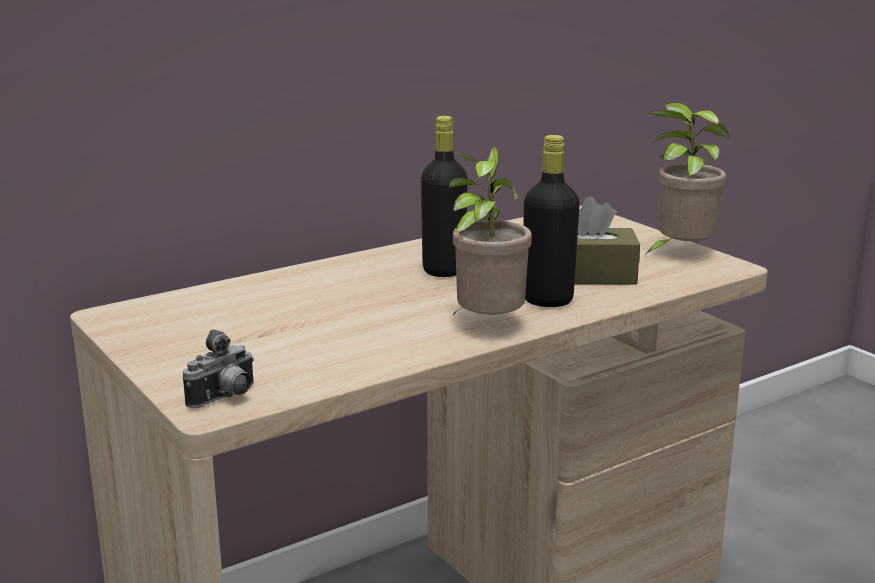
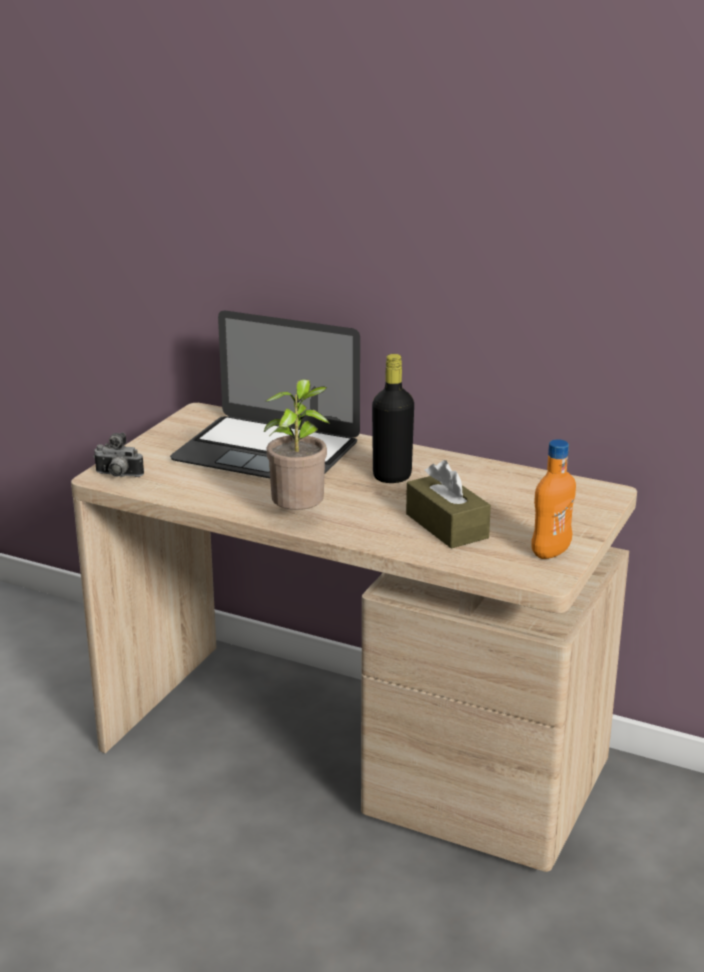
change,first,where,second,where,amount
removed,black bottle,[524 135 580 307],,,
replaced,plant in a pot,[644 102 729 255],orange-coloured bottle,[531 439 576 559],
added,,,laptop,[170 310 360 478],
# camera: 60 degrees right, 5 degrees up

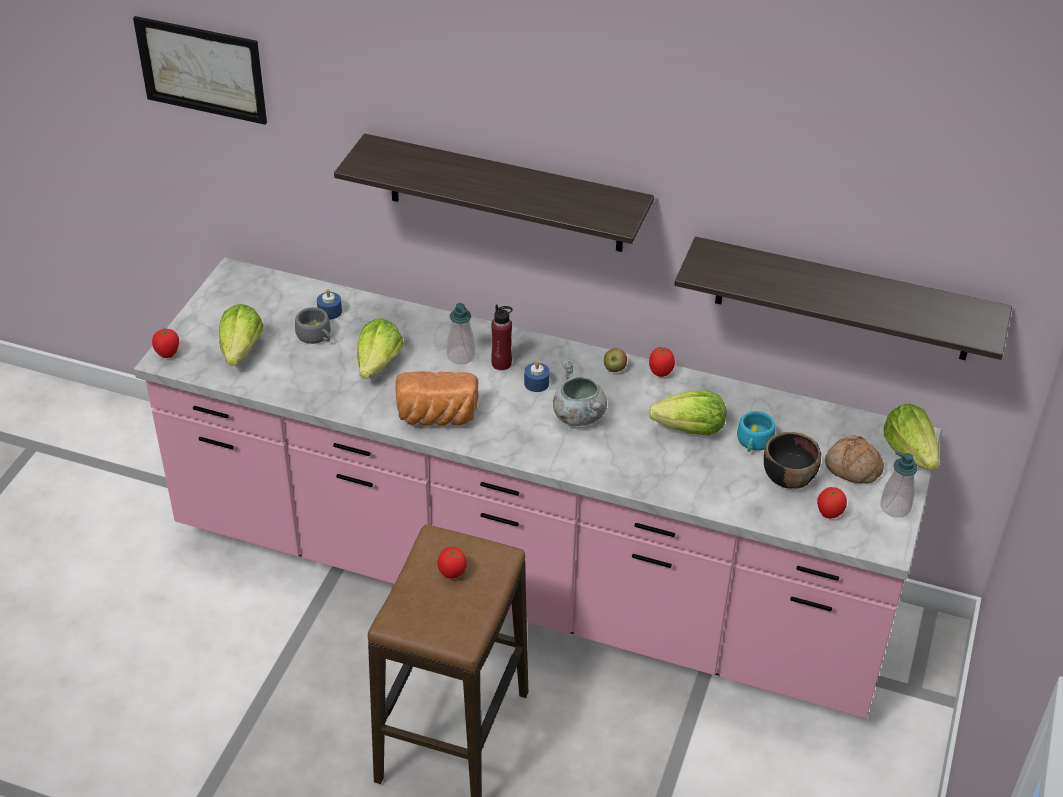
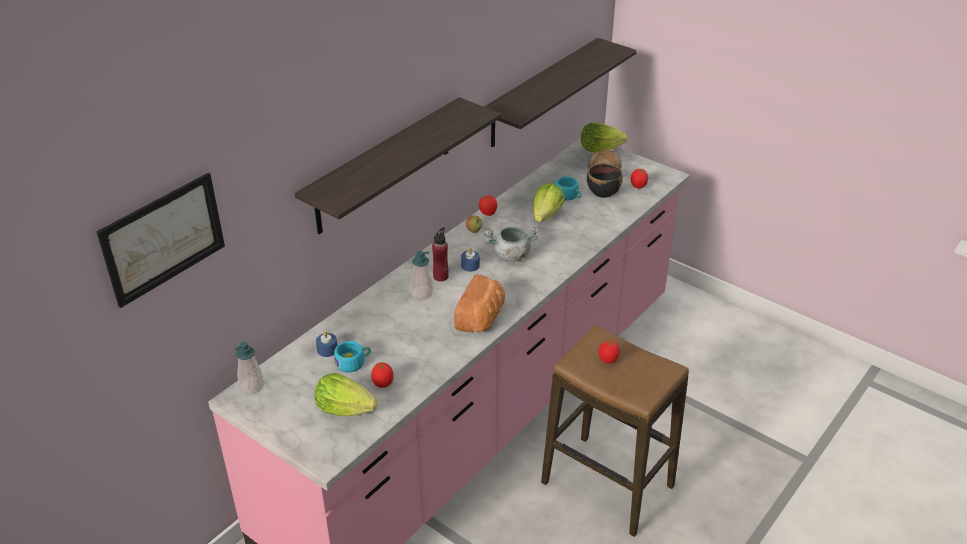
change,first,where,second,where,amount
moved,whole tomato,[152 329 179 358],,[371 362 394 388],
recoloured,greyish drinking cup,[295 307 331 344],blue-green drinking cup,[334 341 371 372],
removed,head of lettuce,[357 318 404 379],,,
moved,soap dispenser,[880 451 918 517],,[234 342 264 394],
# camera: 70 degrees left, 5 degrees down

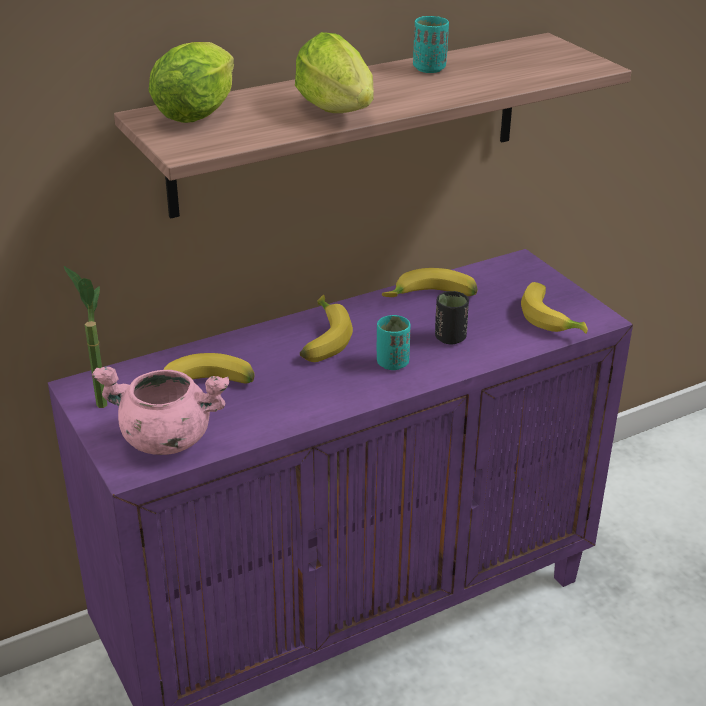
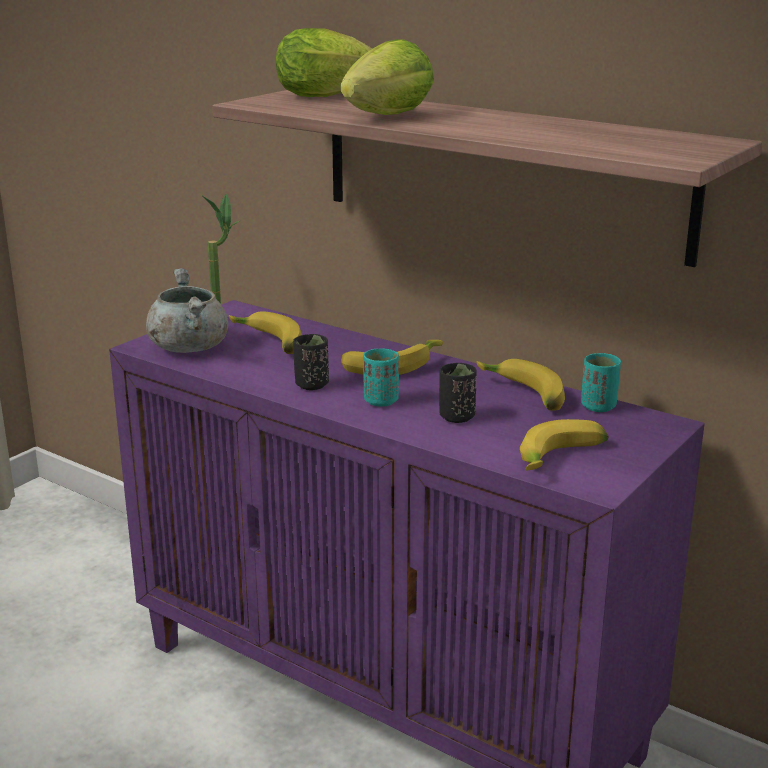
change,first,where,second,where,amount
recoloured,pinkish saucepot,[92 367 229 455],greyish saucepot,[146 268 228 353],
moved,blue-green drinking cup,[413 16 449 73],,[581 353 621 412],
added,,,black drinking cup,[293 334 329 390],
# camera: 65 degrees right, 10 degrees down

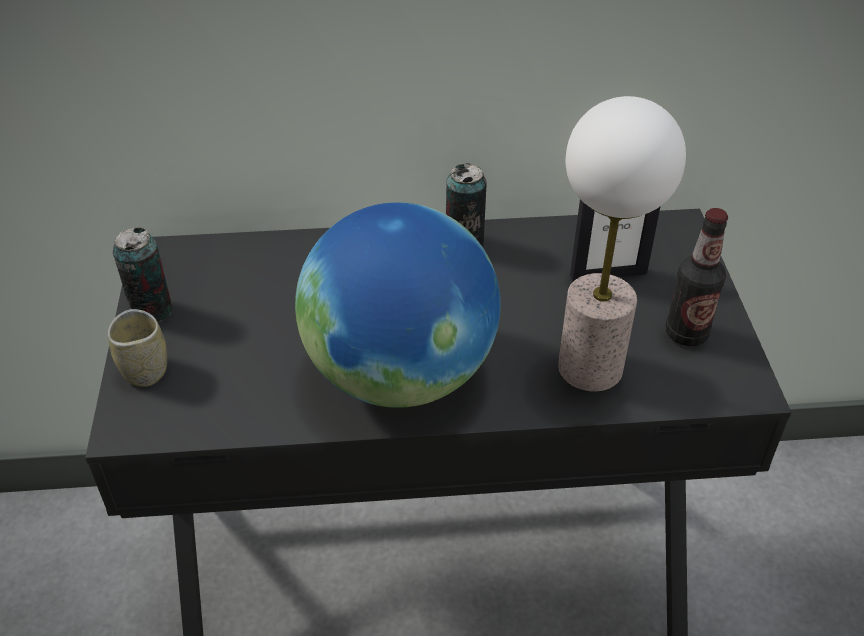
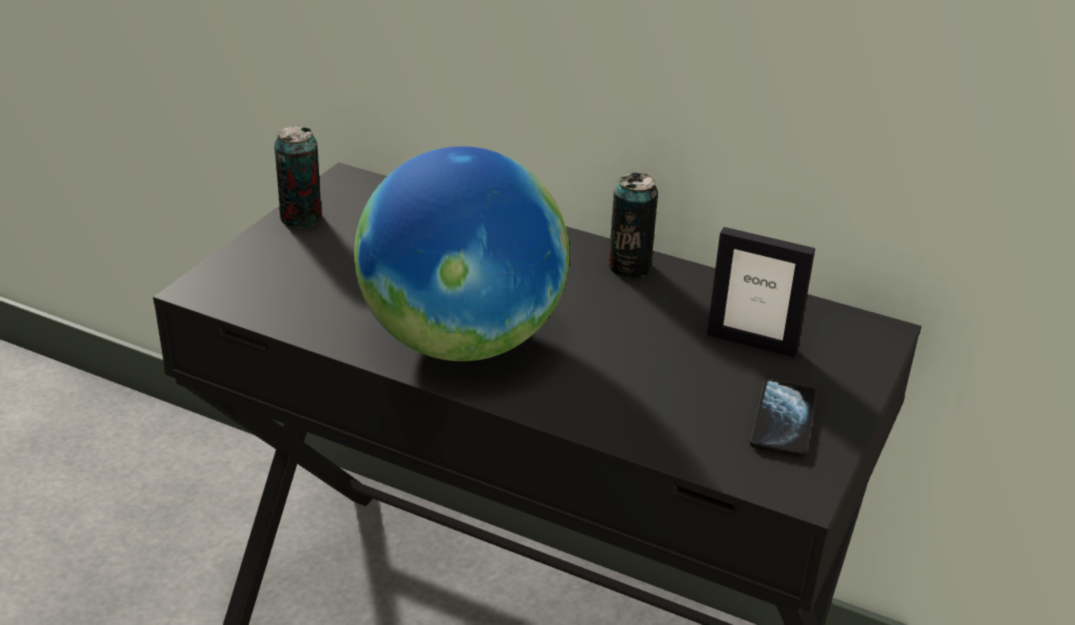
change,first,where,second,where,amount
removed,drinking cup,[108 309 167 387],,,
removed,table lamp,[558 96 686 392],,,
replaced,bottle,[666 208 728 346],handset,[750 379 816 457],
# camera: 30 degrees right, 10 degrees down

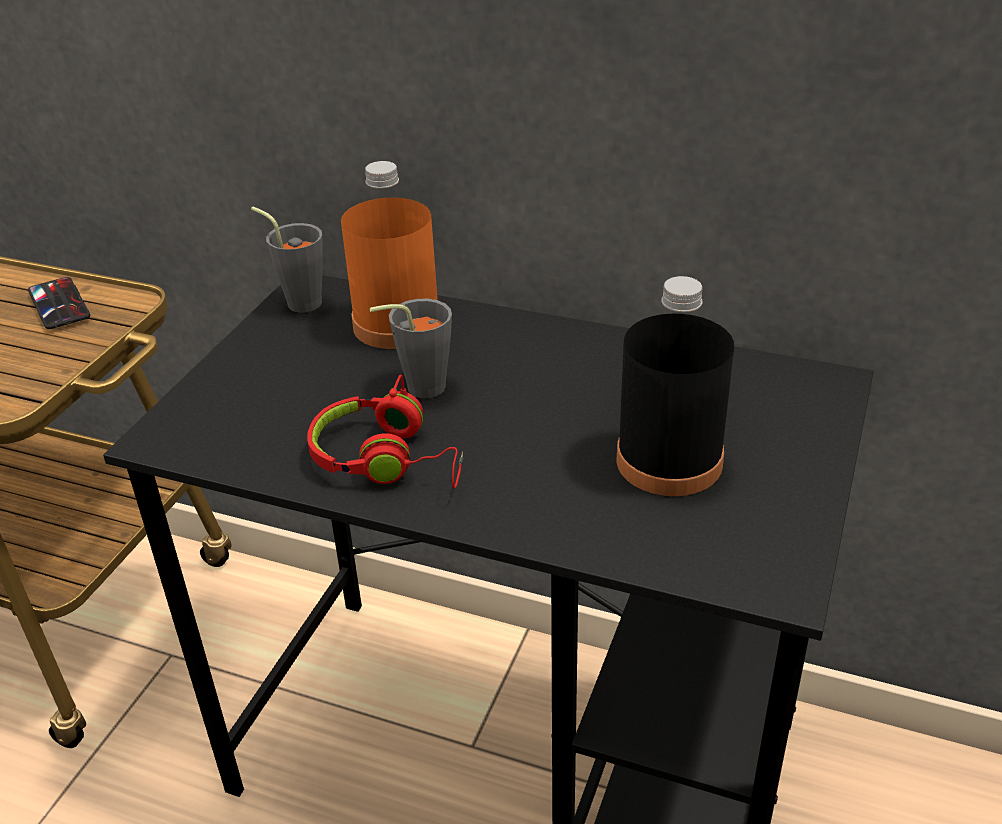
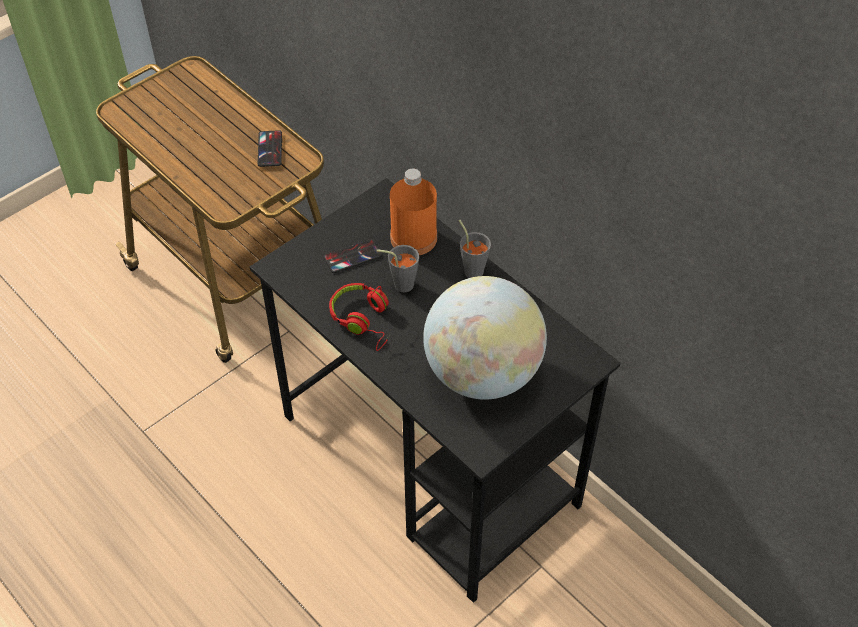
change,first,where,second,where,amount
moved,greyish drinking cup,[251 207 323 313],,[458 219 491 278],
replaced,black bottle,[616 276 734 496],world globe,[423 276 547 400],
added,,,handset,[324 239 382 273],
# camera: 25 degrees right, 15 degrees up

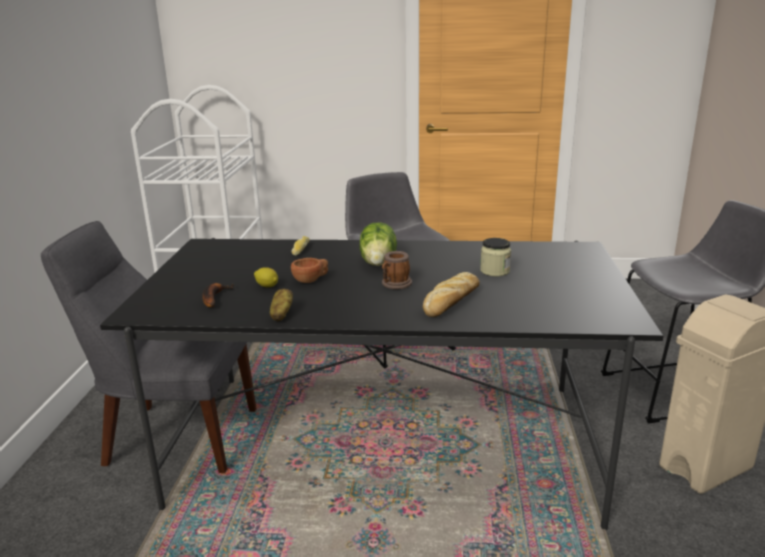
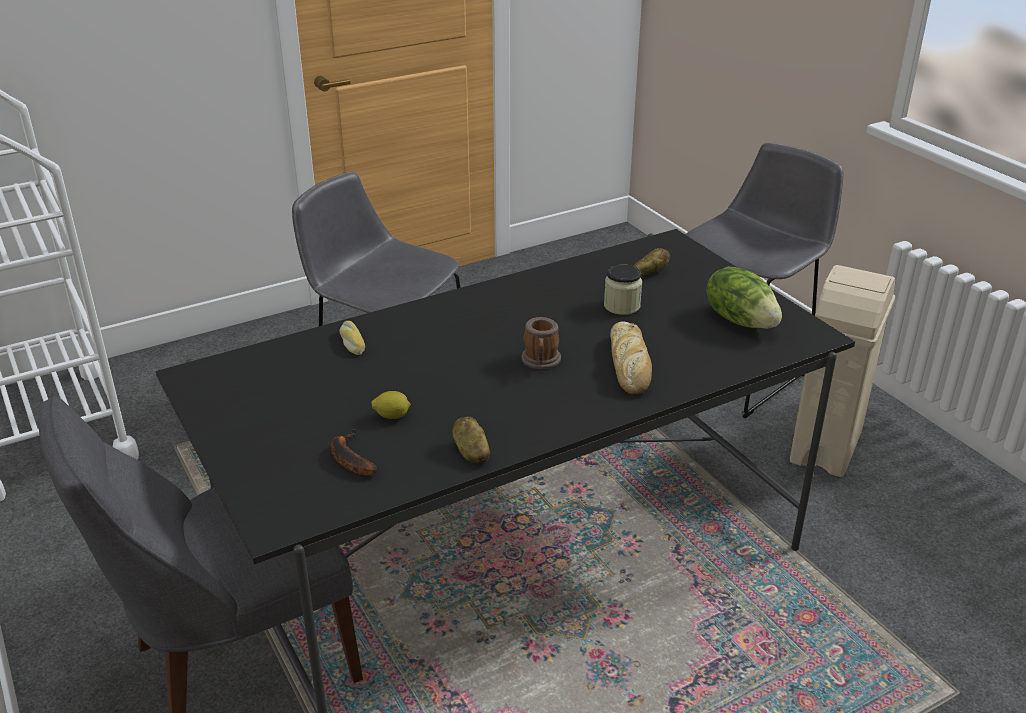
change,first,where,second,where,amount
removed,brown-coloured drinking cup,[291 258 328 283],,,
moved,head of lettuce,[360 222 397 266],,[706 267 782 329],
added,,,whole potato,[634 248 670 276],
# camera: 35 degrees left, 10 degrees up

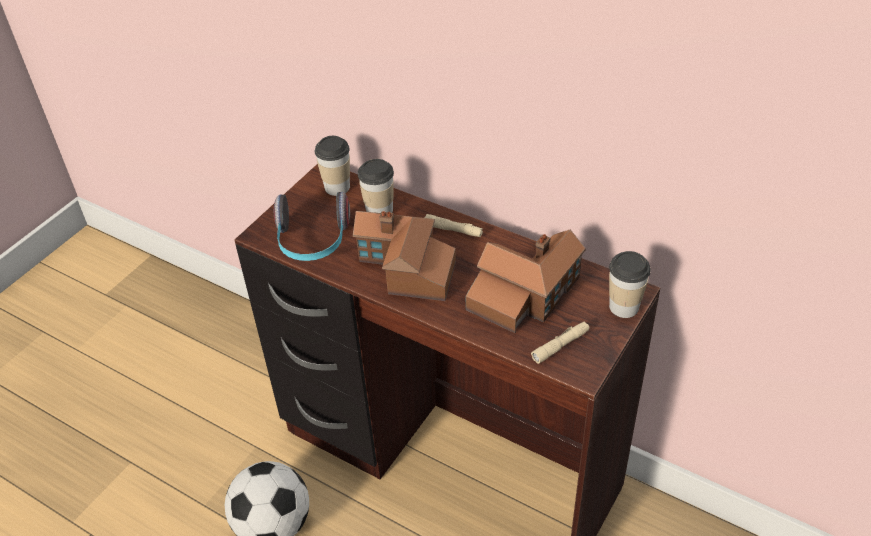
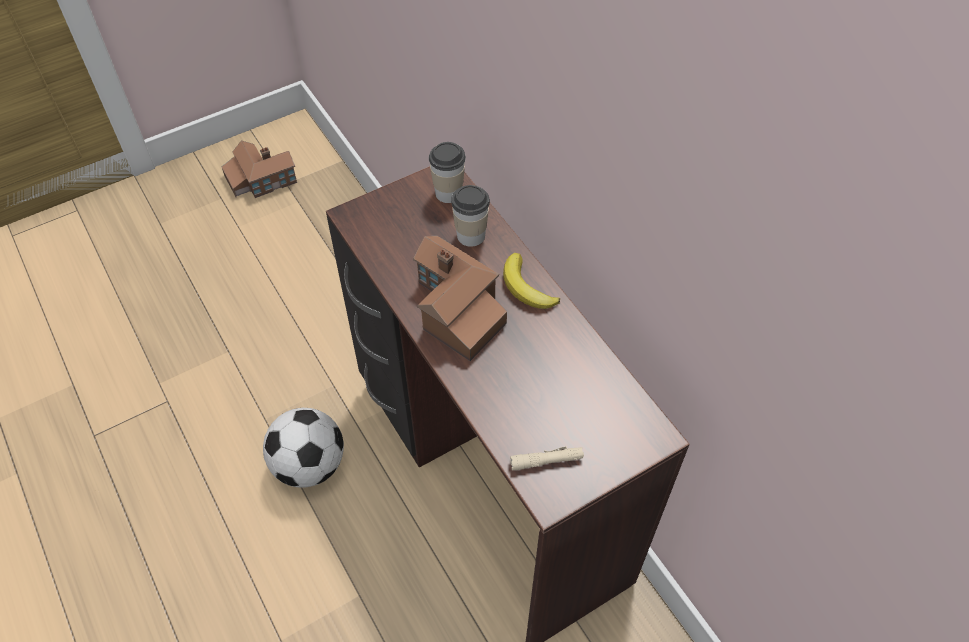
change,first,where,second,where,amount
removed,headset,[274 192 350 261],,,
replaced,beige flashlight,[425 214 483 237],banana,[503 253 560 309],
moved,toy house,[466 230 586 333],,[222 140 297 198],
removed,drinking cup,[609 251 651 318],,,
# camera: 25 degrees right, 10 degrees up

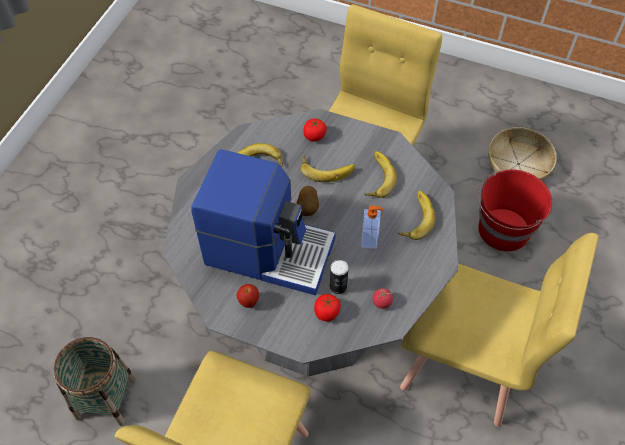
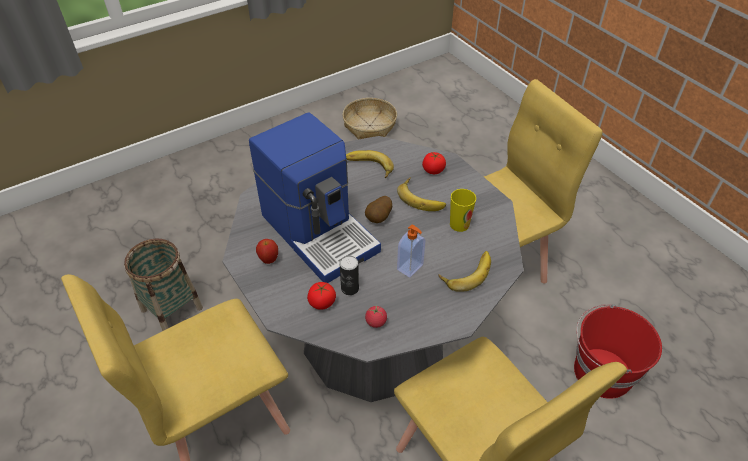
change,first,where,second,where,amount
replaced,banana,[365 151 397 198],drinking cup,[450 189 476 232],
moved,storage basket,[488 127 557 180],,[342 98 397 139],
# camera: 35 degrees right, 10 degrees down

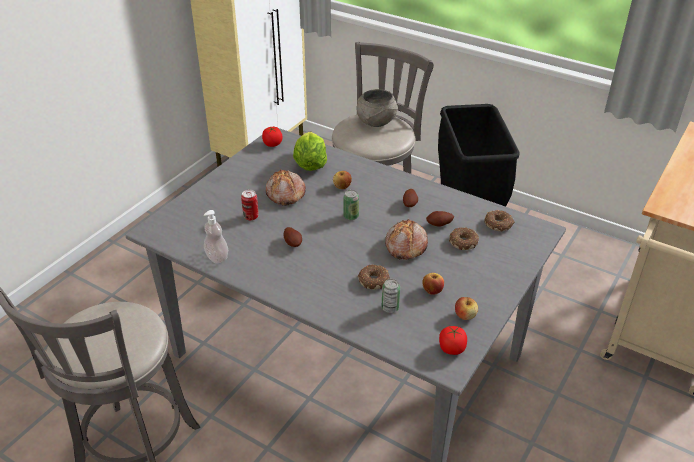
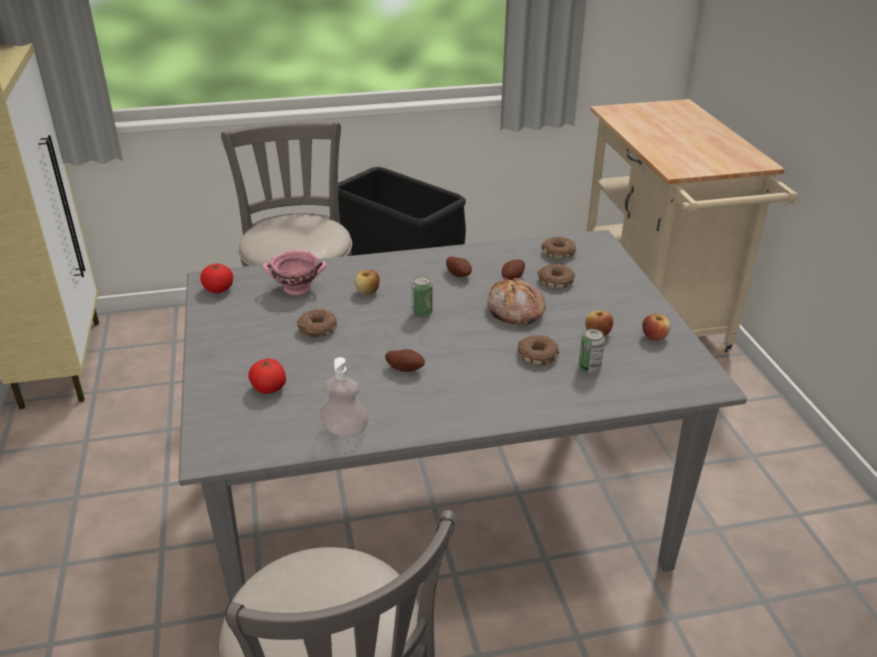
change,first,where,second,where,amount
removed,sealed can,[241 190 259 220],,,
replaced,baked bread,[266 169 306 205],donut,[297 309 337 337],
replaced,head of lettuce,[293 132 327 171],pinkish bowl,[263 250 326 295],
removed,greyish bowl,[357 89 398 127],,,
moved,whole tomato,[439 326 467 355],,[248 358 286 394],
# camera: 45 degrees left, 5 degrees down

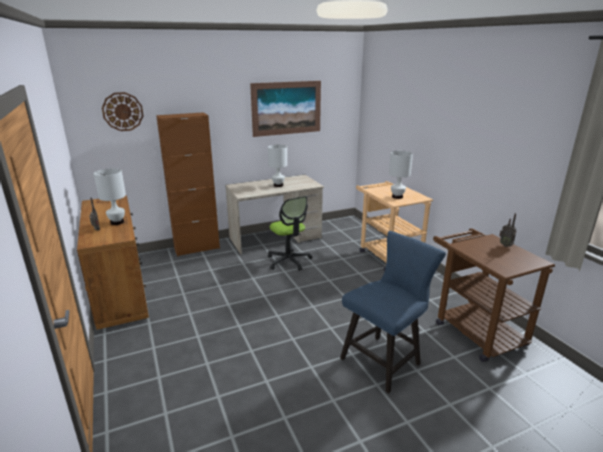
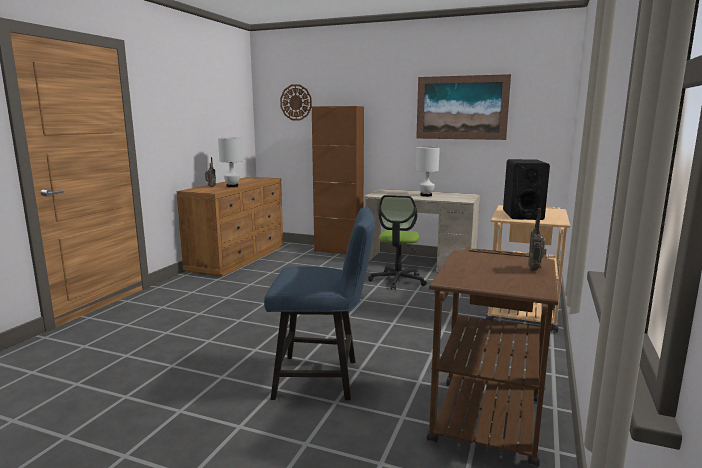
change,first,where,second,where,amount
replaced,white table lamp,[389 151 413 199],black speaker,[503 159 550 220],
# camera: 45 degrees right, 10 degrees down

